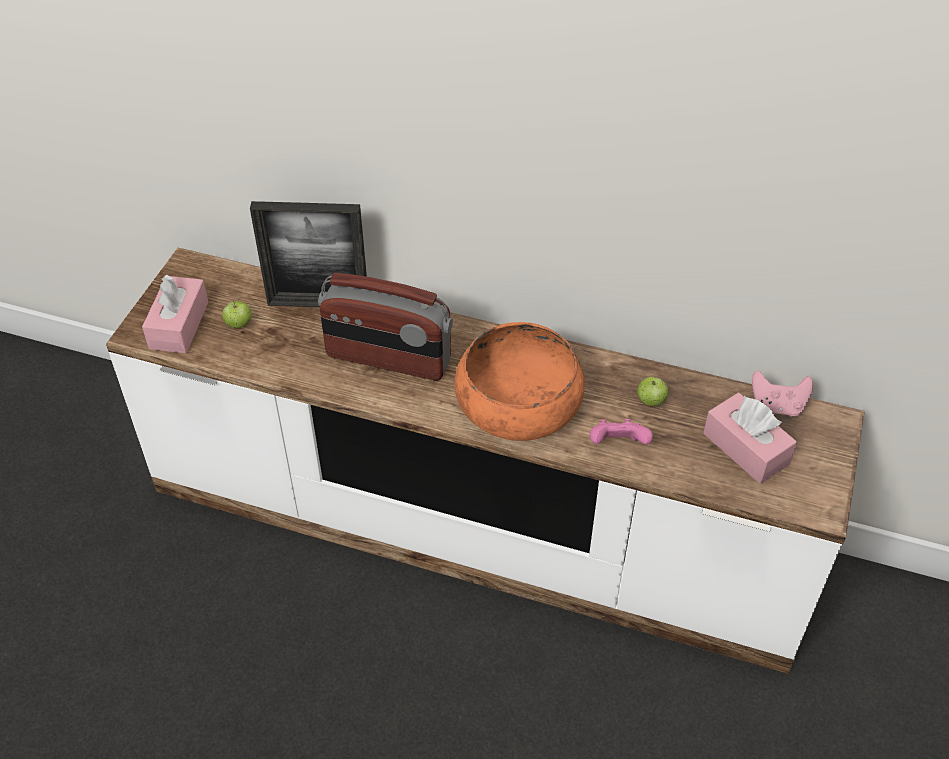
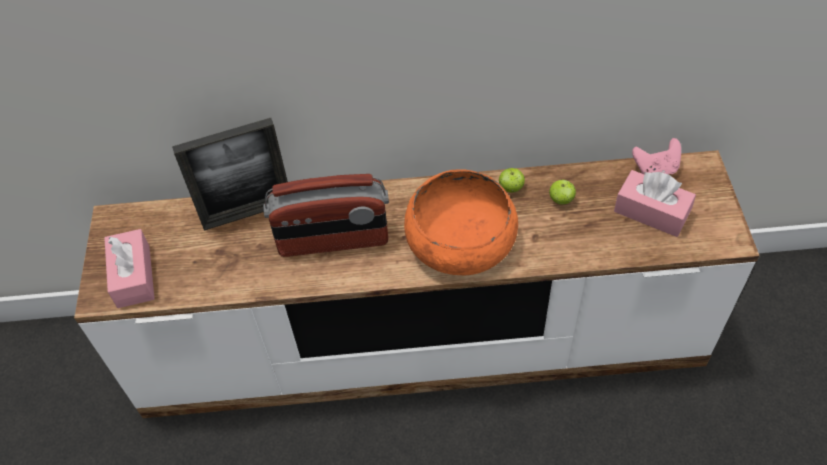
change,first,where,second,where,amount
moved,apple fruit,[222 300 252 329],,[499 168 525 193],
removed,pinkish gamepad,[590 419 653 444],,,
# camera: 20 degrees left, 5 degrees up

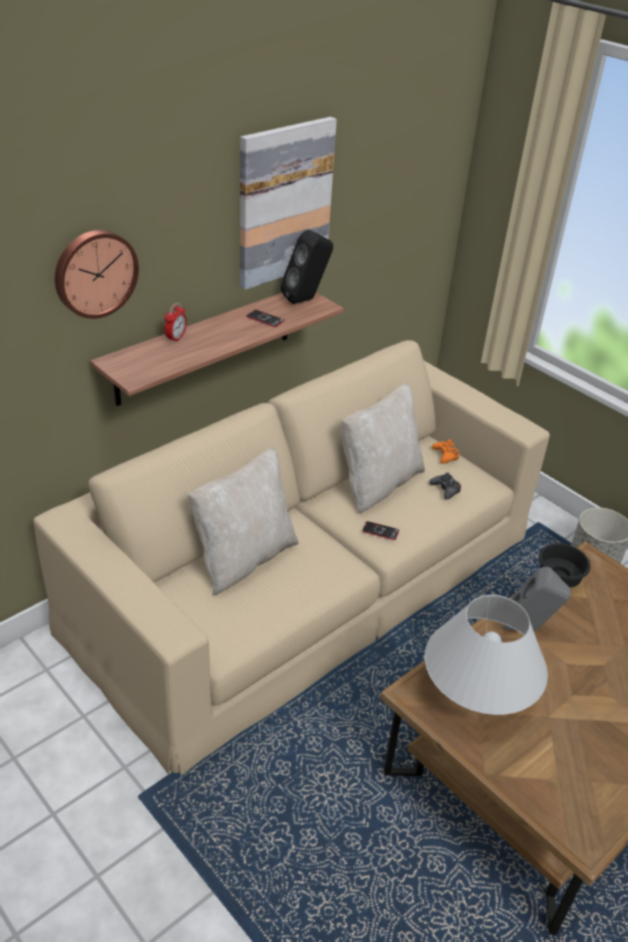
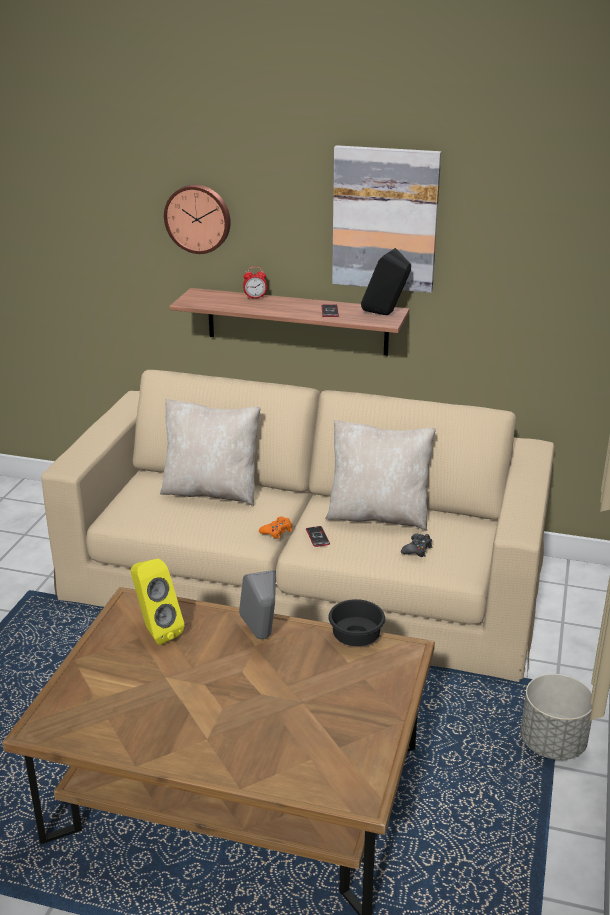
change,first,where,second,where,amount
replaced,white table lamp,[425 595 548 715],yellow-coloured speaker,[131 559 185 645],
moved,orange-coloured gamepad,[432 440 459 464],,[259 517 292 539],
# camera: 60 degrees right, 10 degrees down

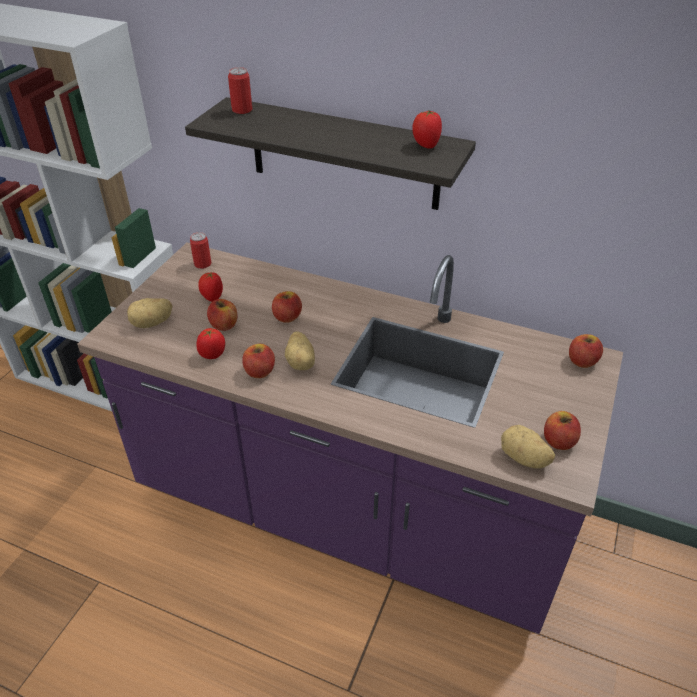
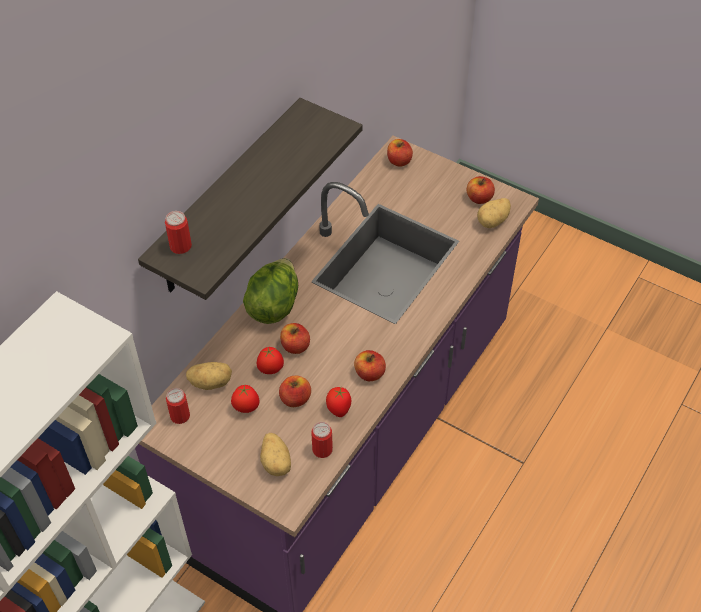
change,first,where,second,where,amount
moved,whole potato,[285 331 315 370],,[186 362 232 390],
moved,whole tomato,[412 110 442 149],,[257 347 284 374],
added,,,head of lettuce,[243 258 298 324],
added,,,sealed can,[311 422 333 458],
# camera: 80 degrees left, 10 degrees up

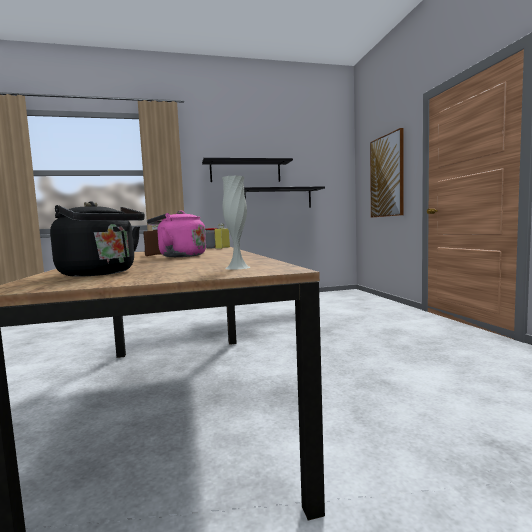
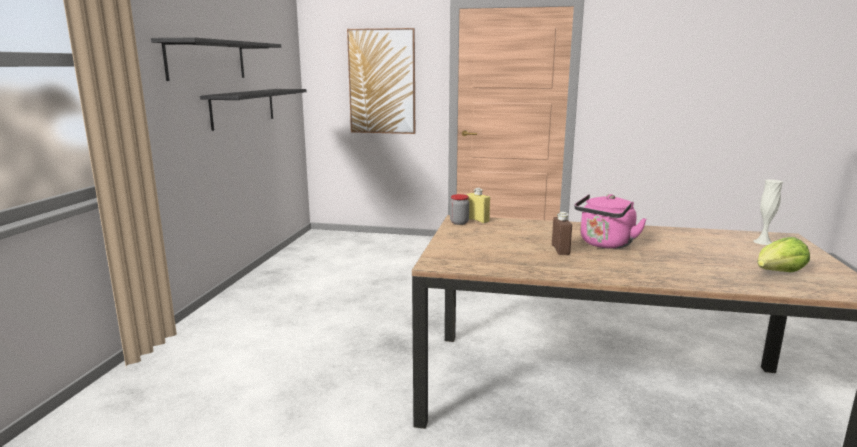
change,first,where,second,where,amount
replaced,black water kettle,[50 201 145 277],head of lettuce,[757 237 810 272],
# camera: 65 degrees left, 10 degrees up

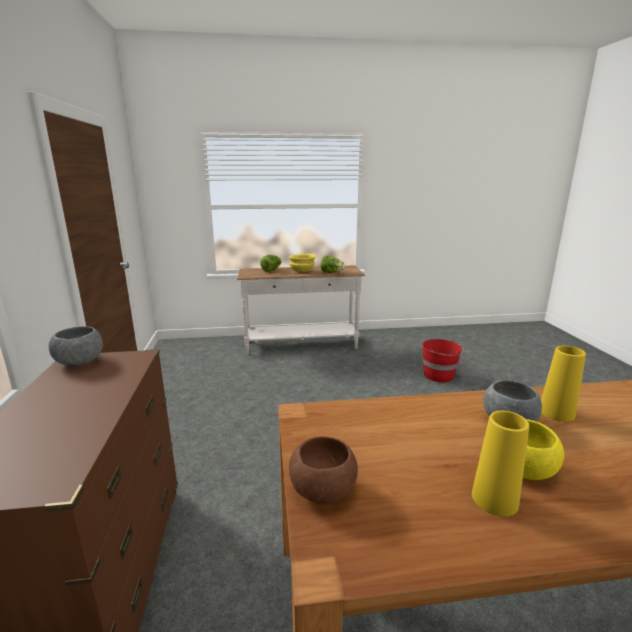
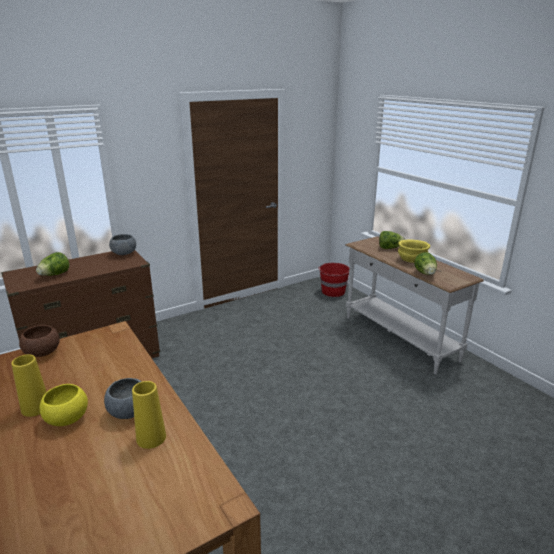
change,first,where,second,where,amount
moved,red-coloured water bucket,[422 339 464 383],,[319 263 350 297],
added,,,head of lettuce,[36 252 69 276],
# camera: 65 degrees right, 5 degrees up

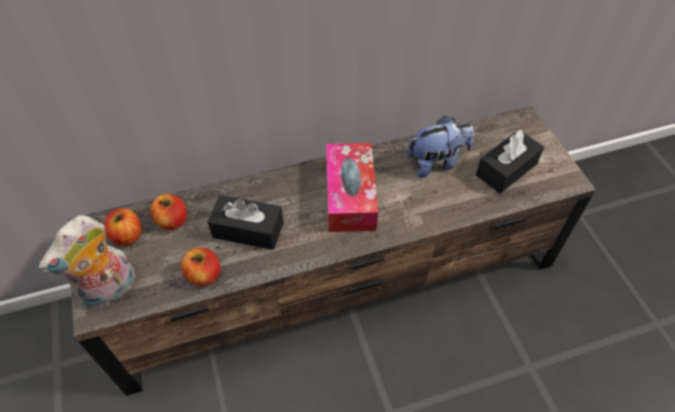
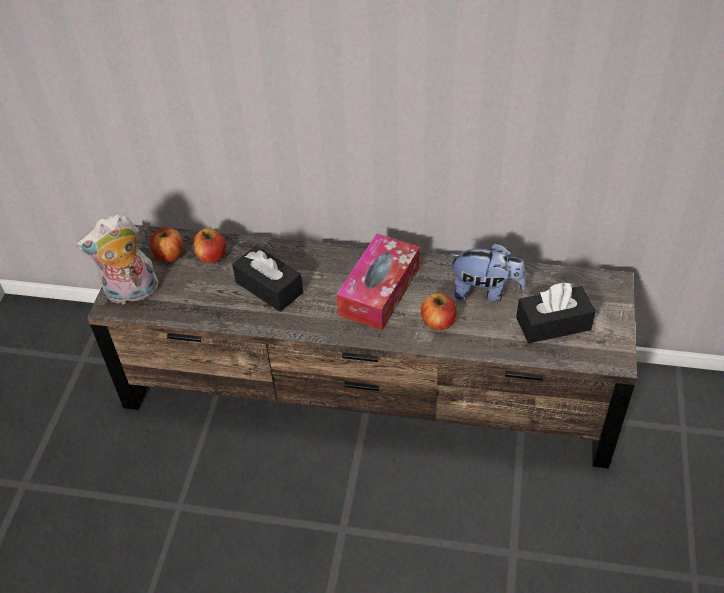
change,first,where,second,where,amount
moved,apple fruit,[181 248 220 286],,[421 293 457 330],
# camera: 30 degrees right, 5 degrees down

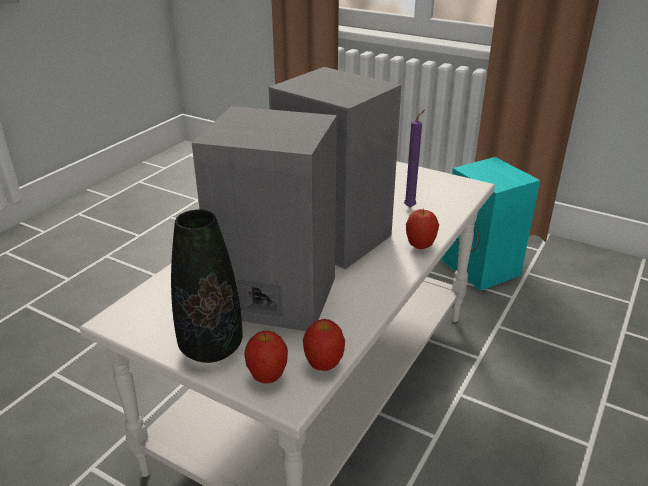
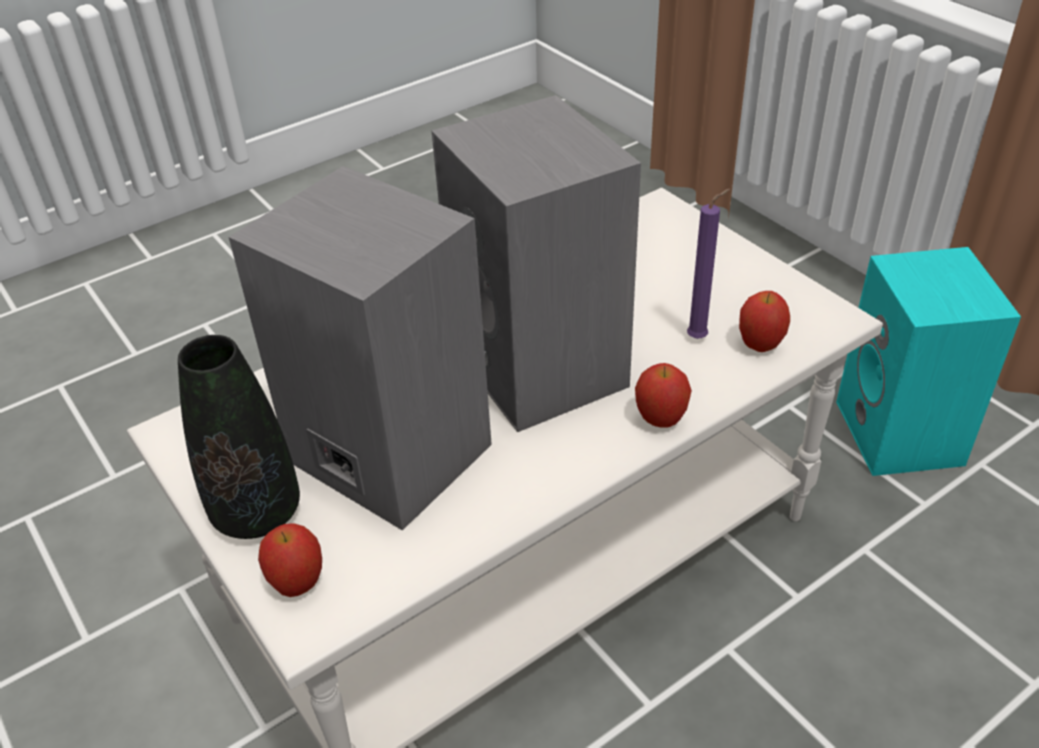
change,first,where,second,where,amount
moved,apple fruit,[303 319 345 371],,[739 291 790 352],
# camera: 25 degrees right, 10 degrees up

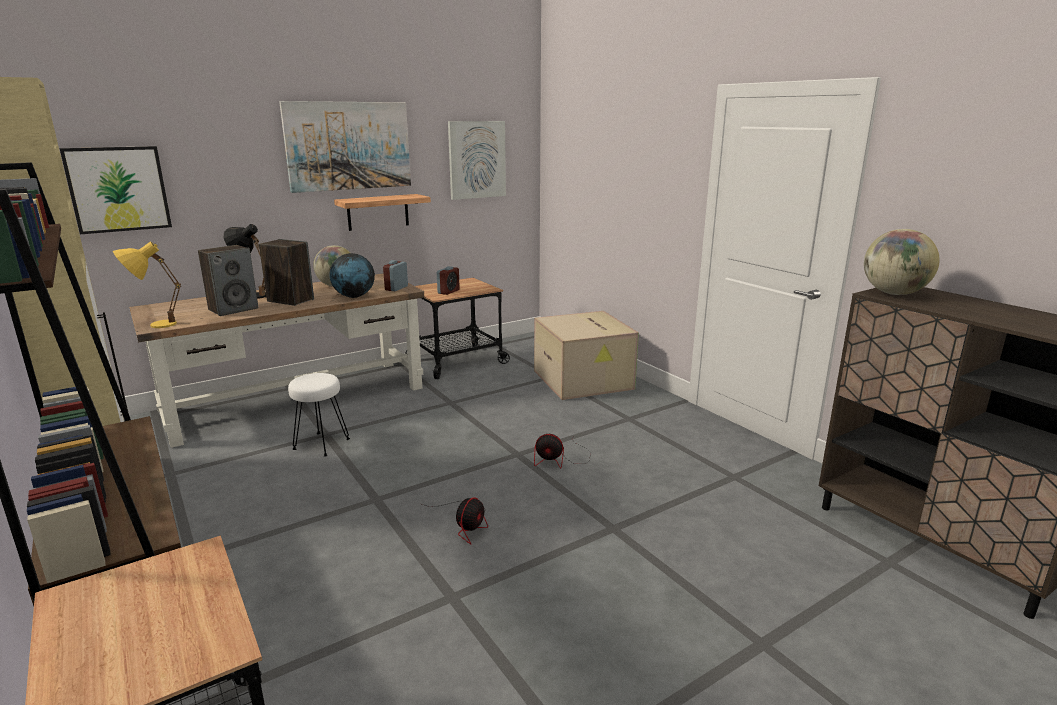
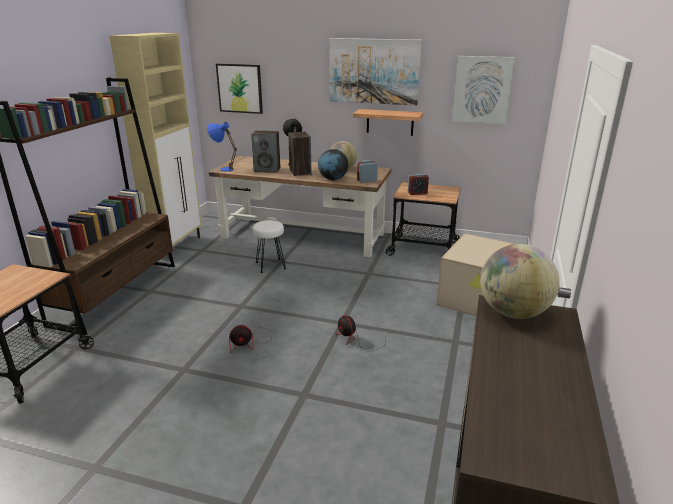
change,first,where,second,where,amount
recoloured,yellow-coloured table lamp,[113 241 181 328],blue-coloured table lamp,[207 122 237 172],
# camera: 50 degrees right, 5 degrees up

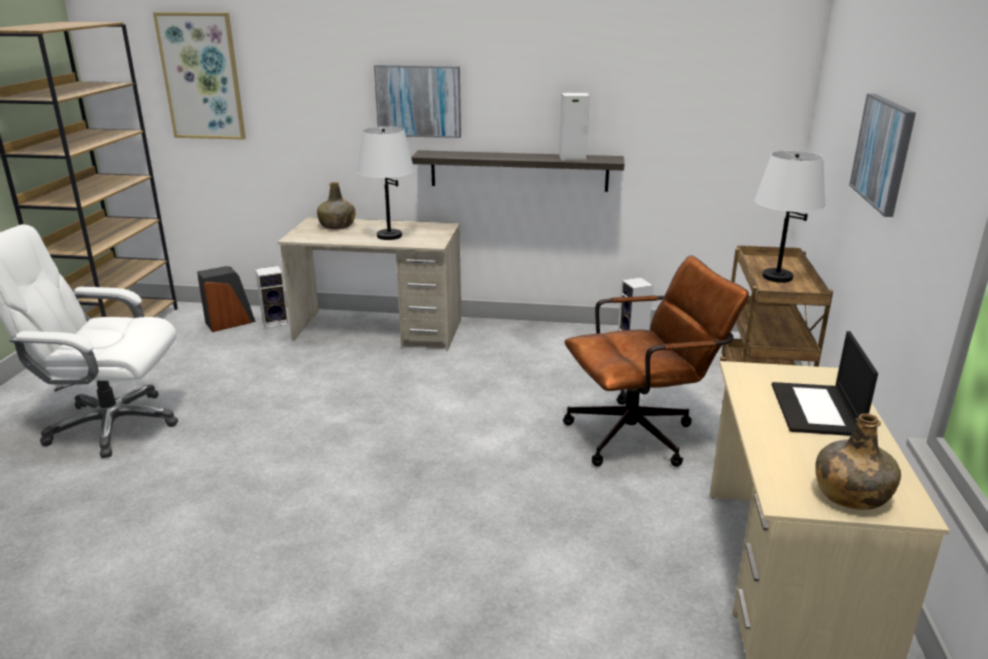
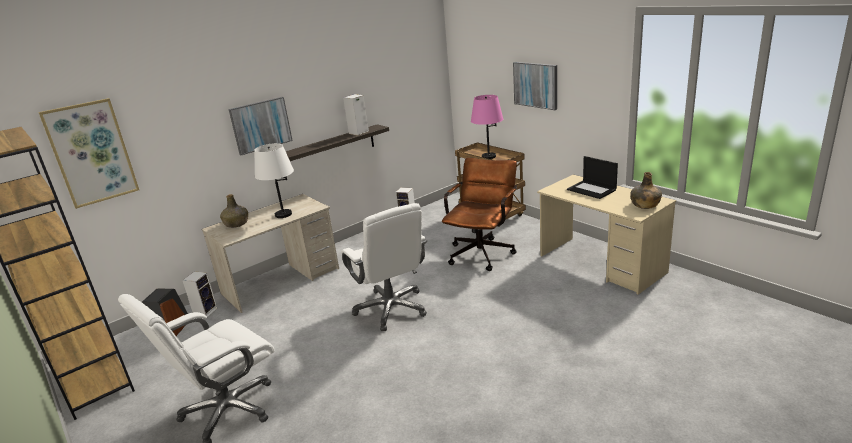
change,first,where,second,where,amount
recoloured,white table lamp,[755 151 826 283],pinkish table lamp,[471 95 503 159],
added,,,white computer chair,[341 203 427 331],
# camera: 45 degrees left, 0 degrees up

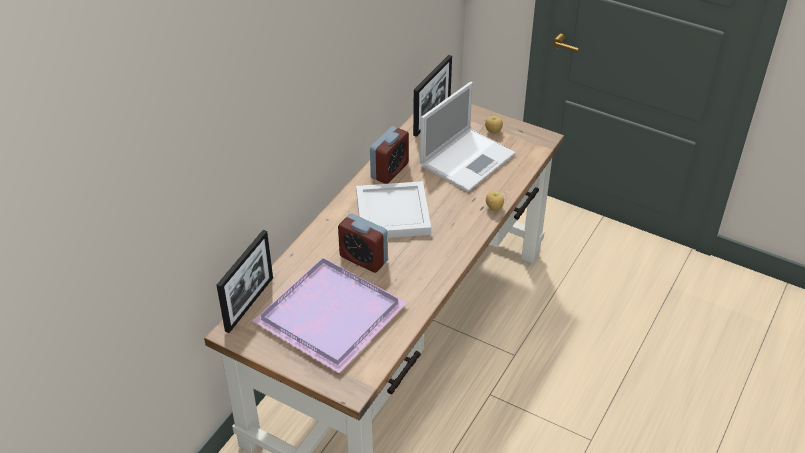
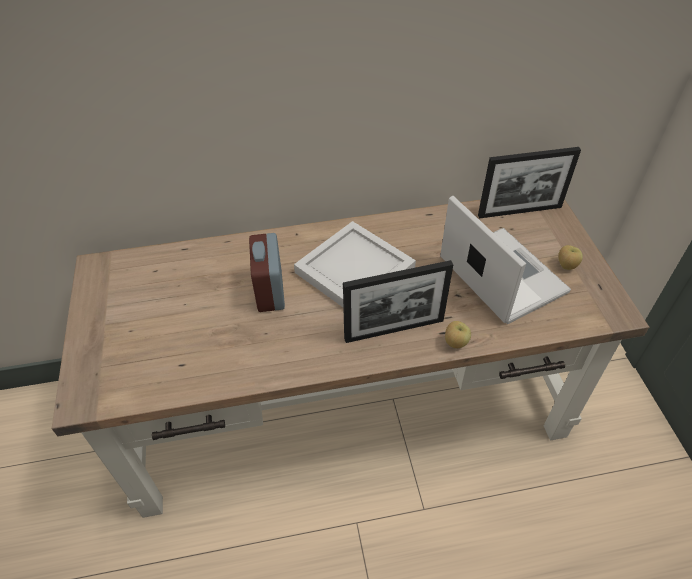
change,first,where,second,where,amount
moved,photo frame,[216 230 273 333],,[343 260 453 343],
removed,purplish serving tray,[252 257 407 373],,,
removed,table clock,[370 126 409 184],,,
turned,laptop,[420 82 516 192],,[440 196 571 324],120 degrees counterclockwise
# camera: 50 degrees right, 5 degrees up

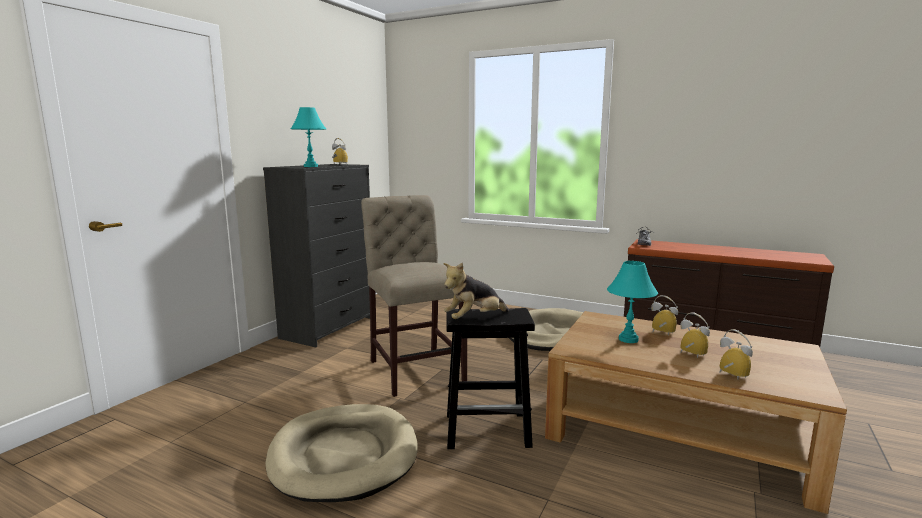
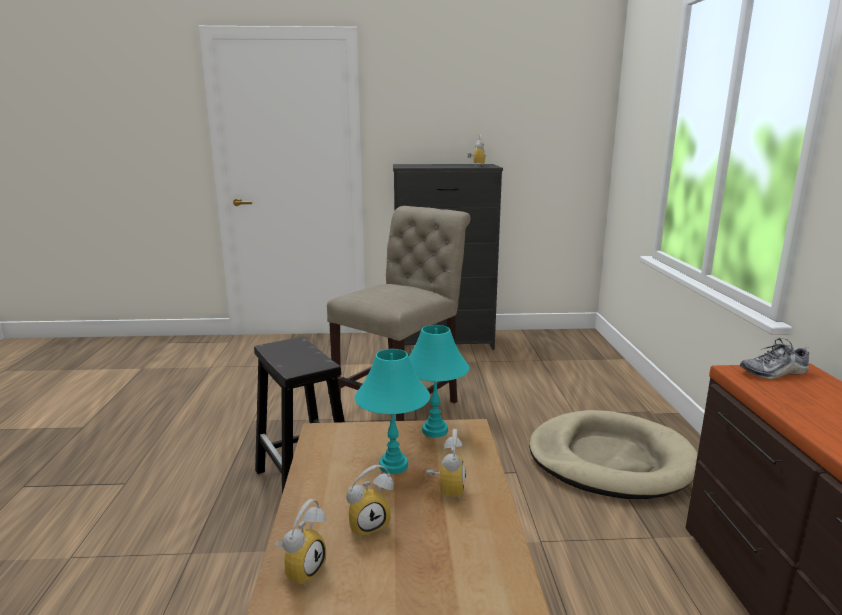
change,first,where,second,where,amount
removed,beige dog bed,[266 404 417 502],,,
moved,blue-green table lamp,[291 107 326 167],,[409 325 469 438],
removed,plush toy,[443 262 509 319],,,
turned,table clock,[680 312 710 358],,[346 465 394 539],45 degrees clockwise
# camera: 60 degrees right, 5 degrees up

